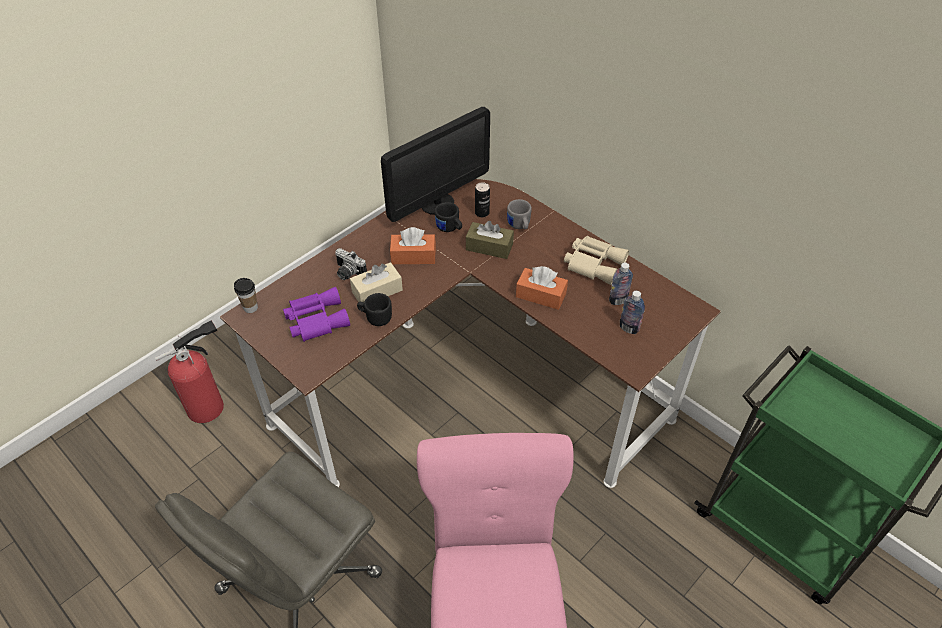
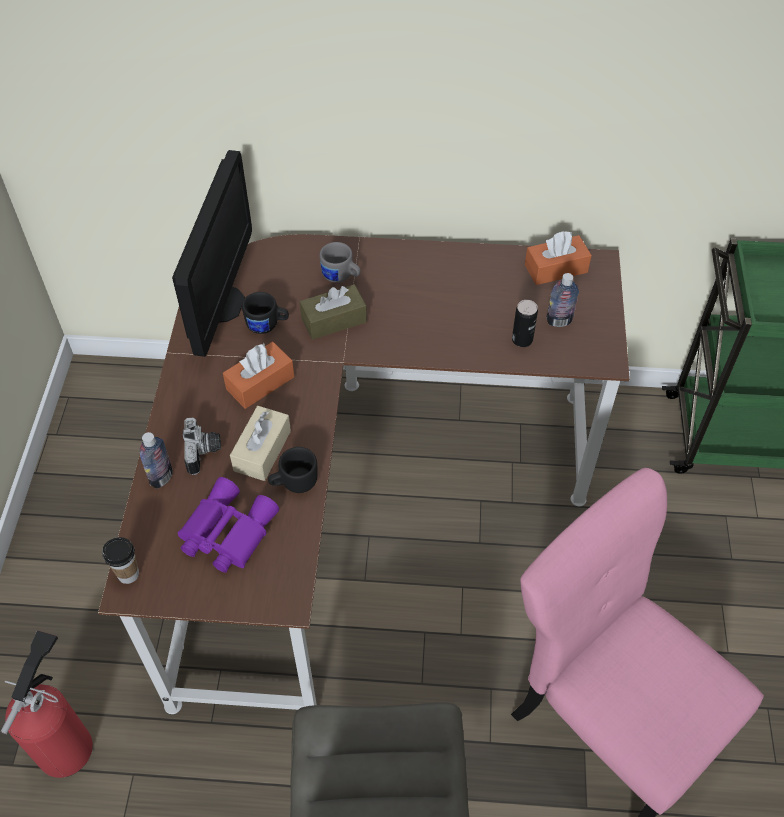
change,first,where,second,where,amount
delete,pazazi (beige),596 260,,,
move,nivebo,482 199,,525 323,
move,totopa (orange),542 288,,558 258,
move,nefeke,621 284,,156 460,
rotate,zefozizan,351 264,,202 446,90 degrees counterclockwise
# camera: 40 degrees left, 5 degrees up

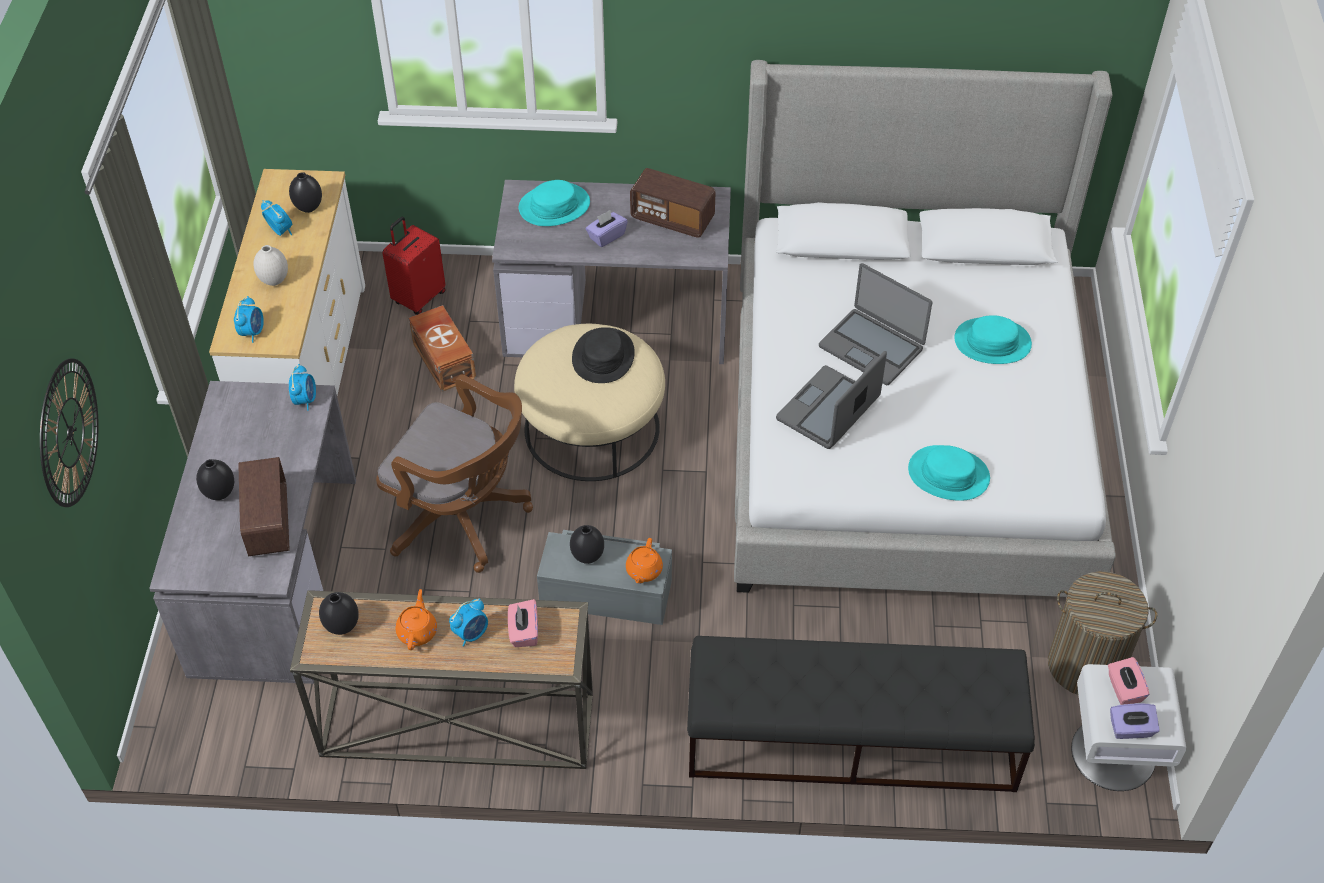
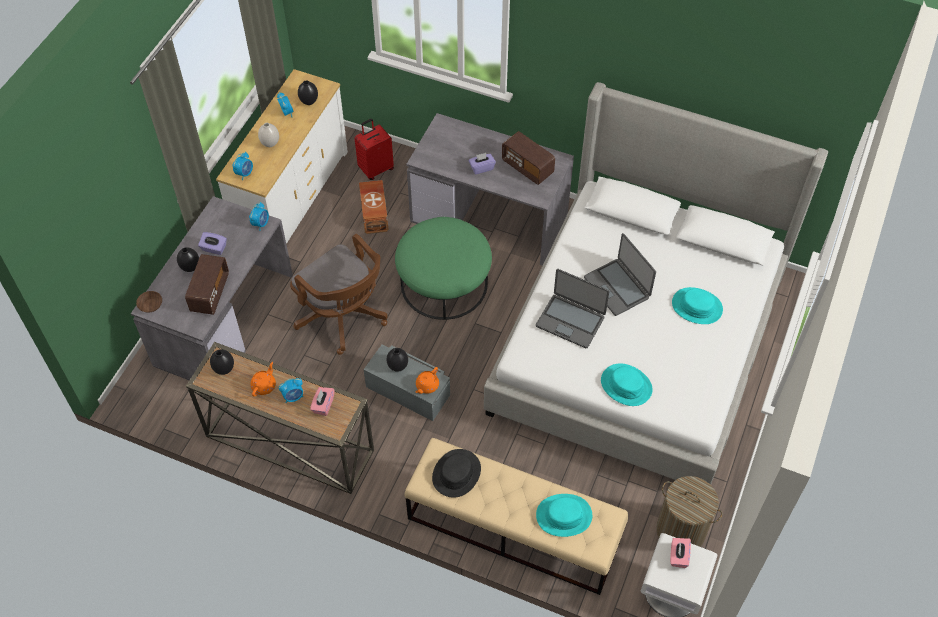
change,first,where,second,where,amount
delete,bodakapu,69 433,,,
insert,,,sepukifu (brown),149 302,
move,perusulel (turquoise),554 203,,564 515,
move,perusulel (black),603 355,,456 473,
move,totopa (purple),1135 721,,212 243,
recolor,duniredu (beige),589 402,duniredu (green),443 268,
recolor,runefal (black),861 714,runefal (beige),516 516,
rotate,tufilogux,831 400,,573 308,120 degrees counterclockwise
# camera: 20 degrees right, 5 degrees up

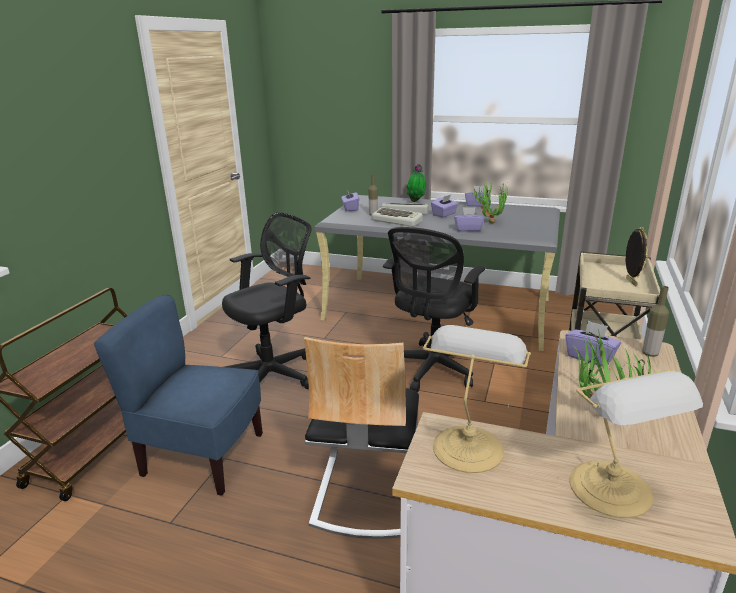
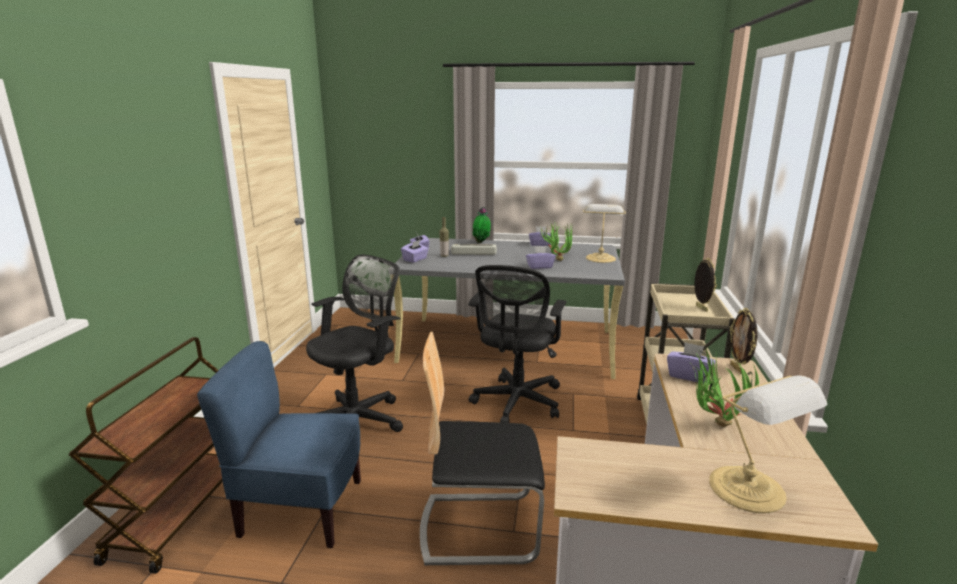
change,first,where,second,where,amount
delete,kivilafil,397 217,,,
move,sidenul,477 399,,604 233,
move,totopa (purple),444 206,,415 251,
replace,nefeke,655 321,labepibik,743 341,
rotate,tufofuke,361 438,,482 448,90 degrees clockwise
# camera: 10 degrees left, 5 degrees down

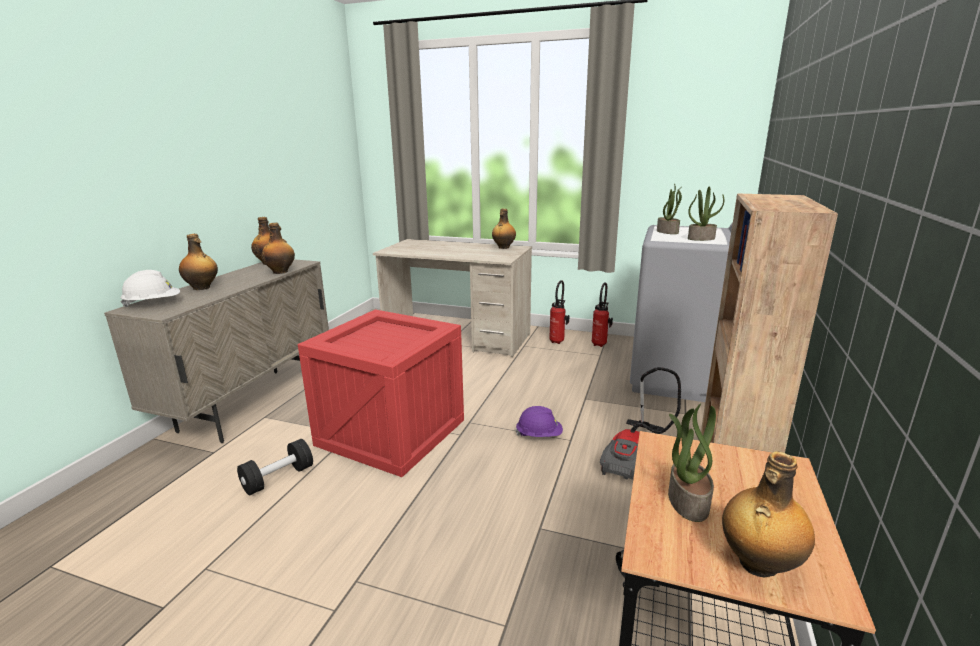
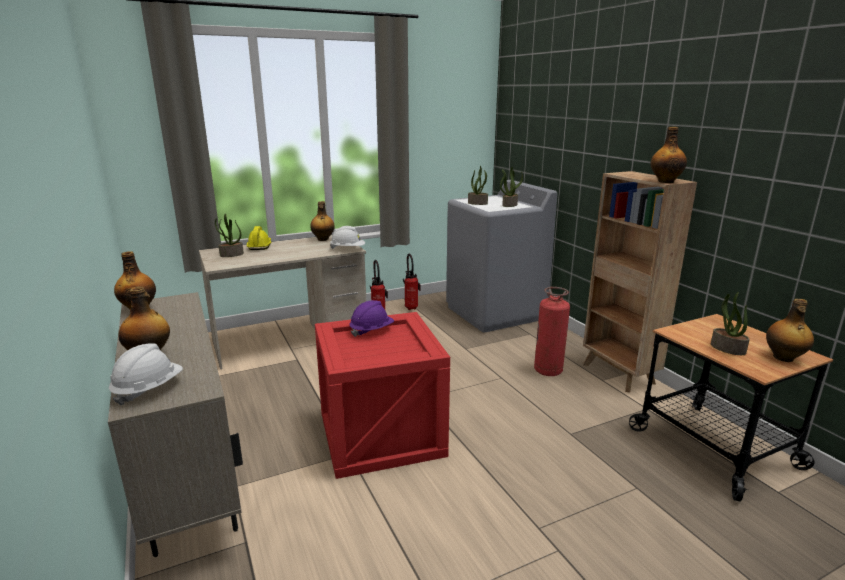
change,first,where,second,where,amount
delete,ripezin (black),275 467,,,
insert,,,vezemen,229 235,
insert,,,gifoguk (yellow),259 238,
insert,,,gifoguk (white),347 237,
move,nefeke,278 248,,669 155,
move,gifoguk (purple),539 421,,371 318,
replace,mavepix,640 423,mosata,552 331,
# camera: 45 degrees left, 0 degrees up

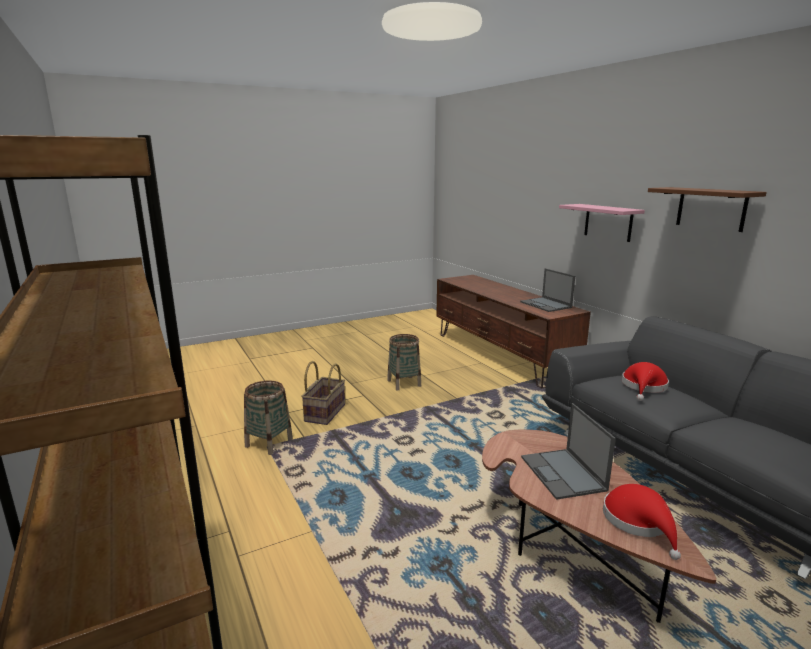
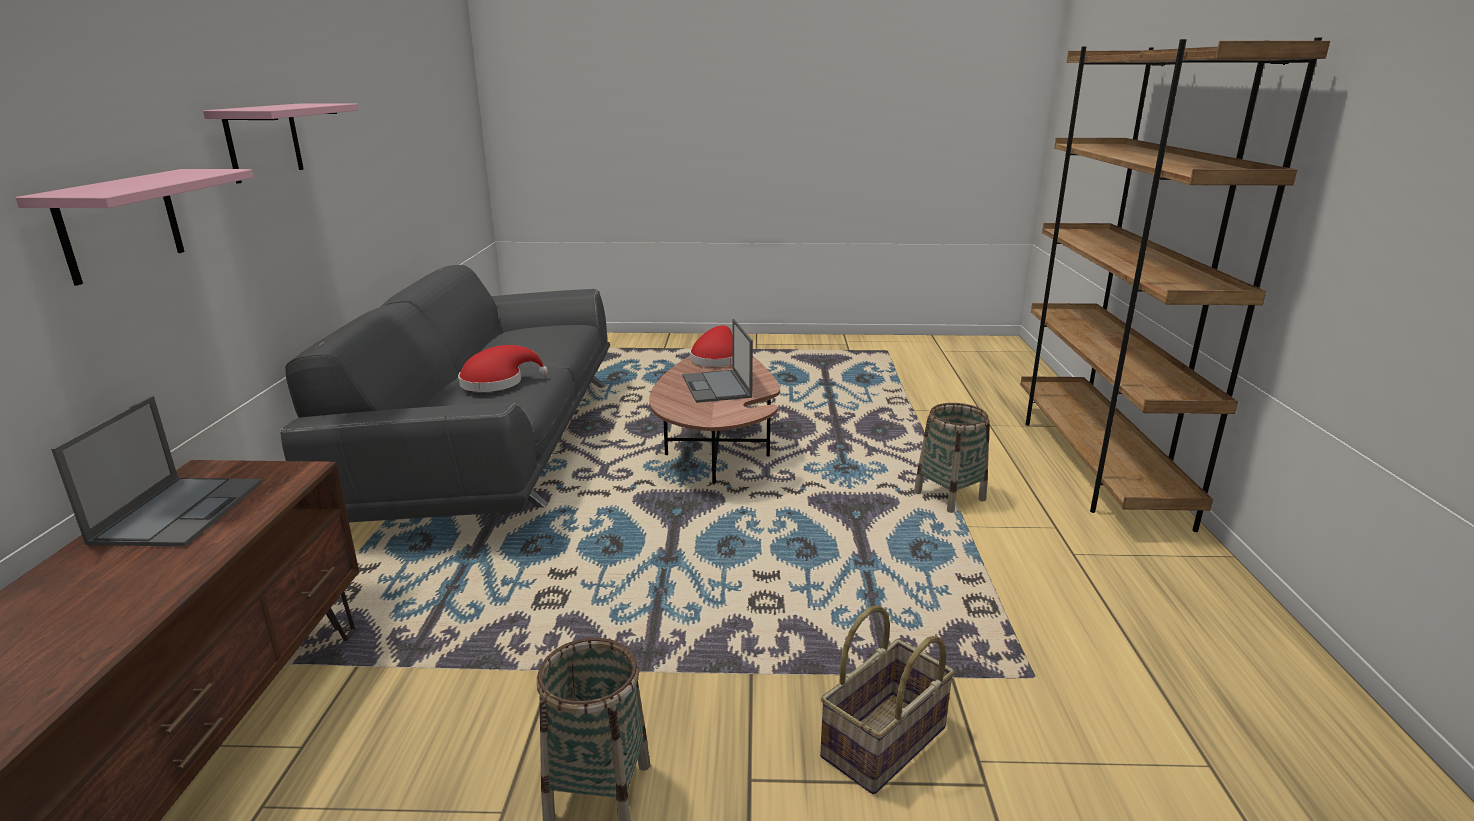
change,first,where,second,where,amount
move,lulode,268 418,,952 458,
recolor,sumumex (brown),707 209,sumumex (pink),281 143,
rotate,tufilogux,568 451,,717 361,150 degrees clockwise
# camera: 150 degrees left, 5 degrees up

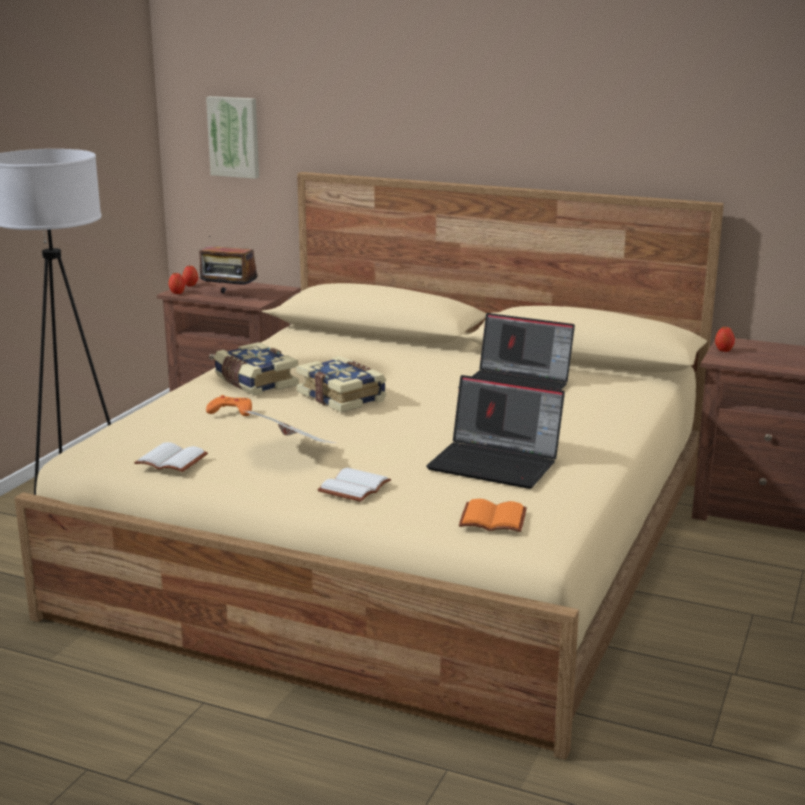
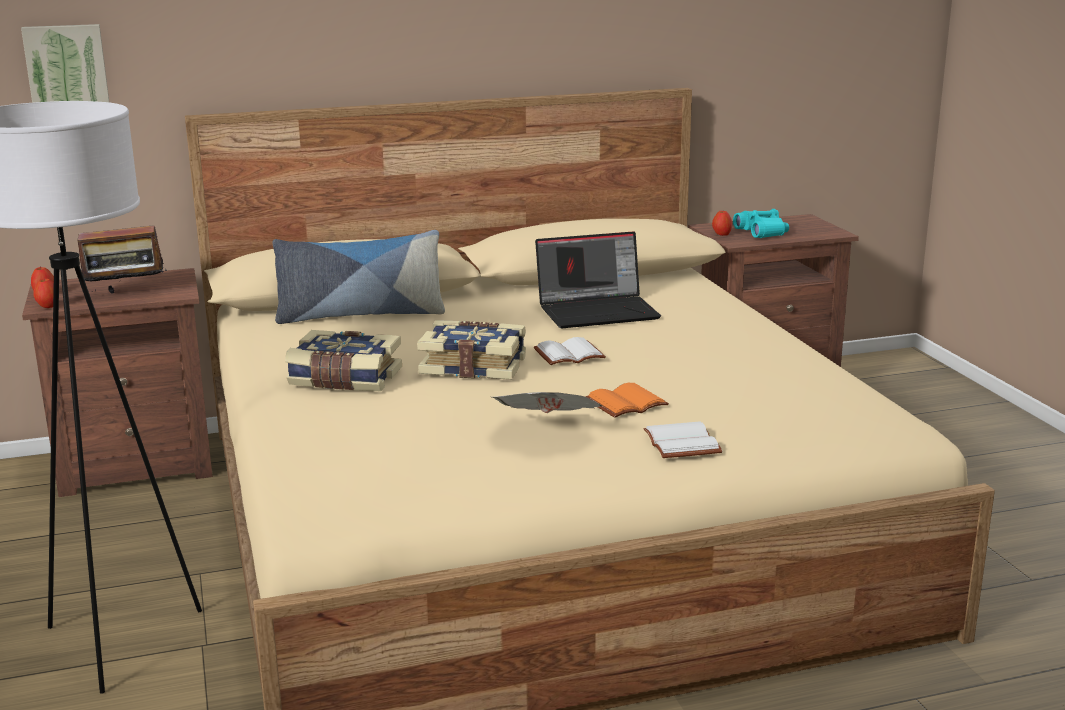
change,first,where,second,where,amount
delete,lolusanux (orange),229 405,,,
delete,tufilogux,495 432,,,
insert,,,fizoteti,358 277,
insert,,,pazazi (turquoise),761 223,
move,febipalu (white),171 457,,570 351,
move,febipalu (orange),493 515,,627 400,
# camera: 40 degrees left, 0 degrees up

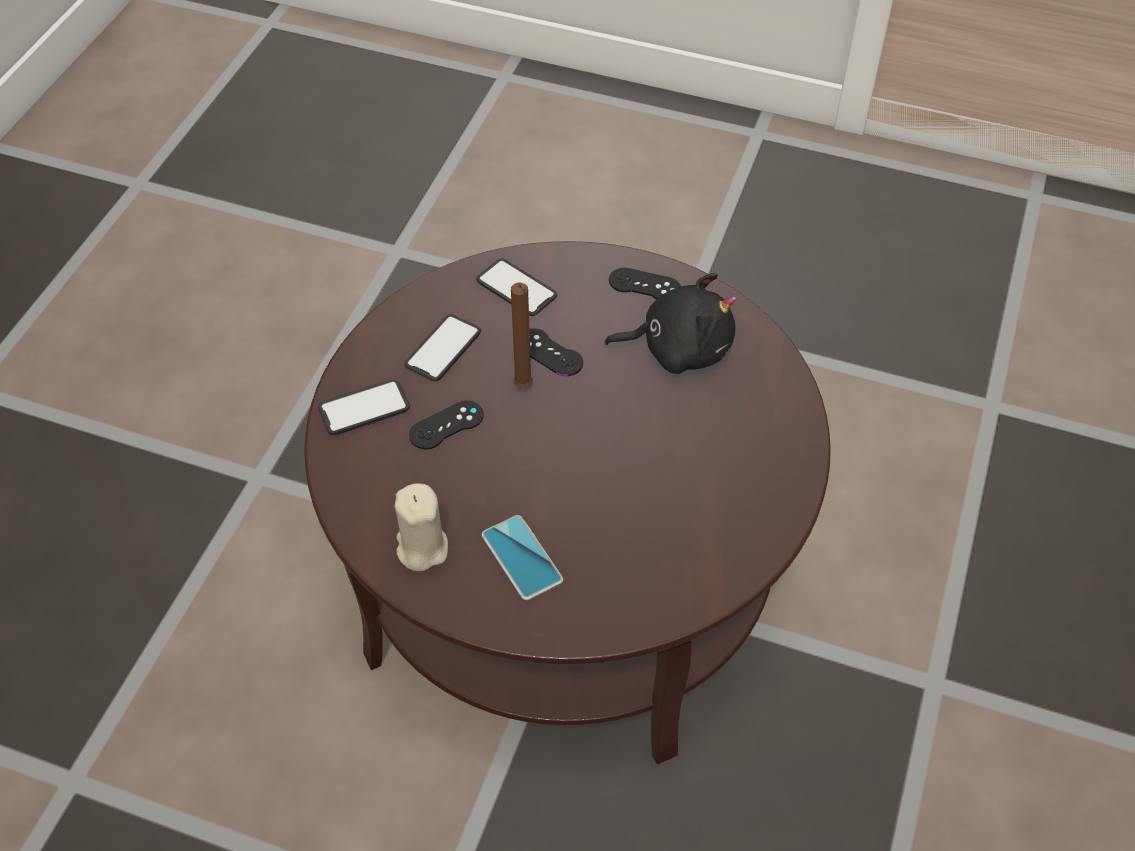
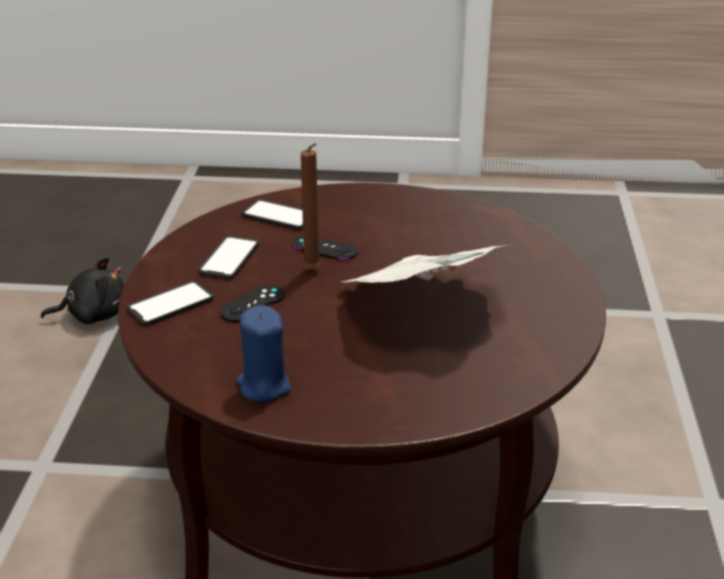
change,first,where,second,where,amount
delete,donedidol,522 557,,,
delete,lolusanux (black),645 283,,,
insert,,,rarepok,427 263,
move,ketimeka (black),670 323,,82 290,
recolor,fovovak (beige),421 527,fovovak (blue),263 353,
# camera: 15 degrees left, 20 degrees down

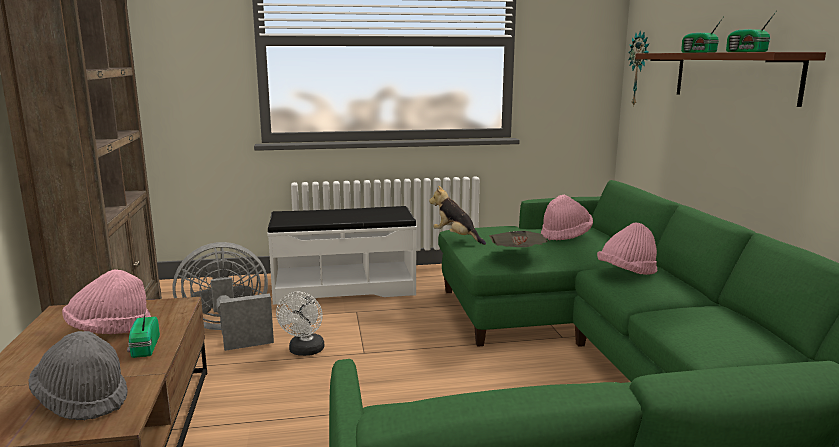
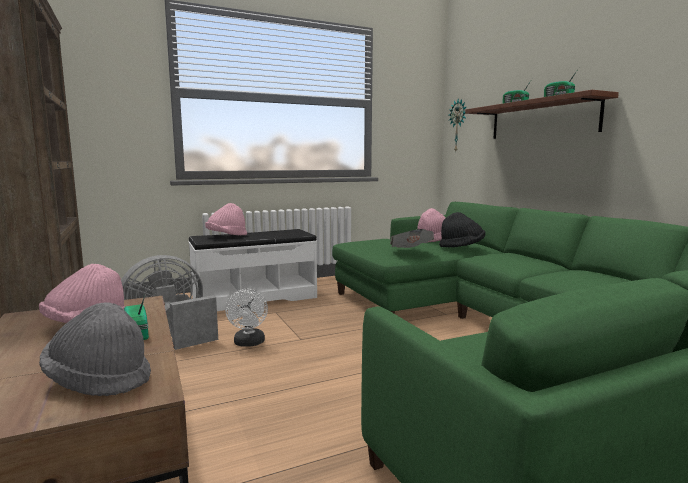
change,first,where,second,where,amount
delete,ketimeka,457 215,,,
insert,,,perusulel (black),462 230,
move,perusulel (pink),627 248,,226 219,
# camera: 15 degrees left, 5 degrees down

